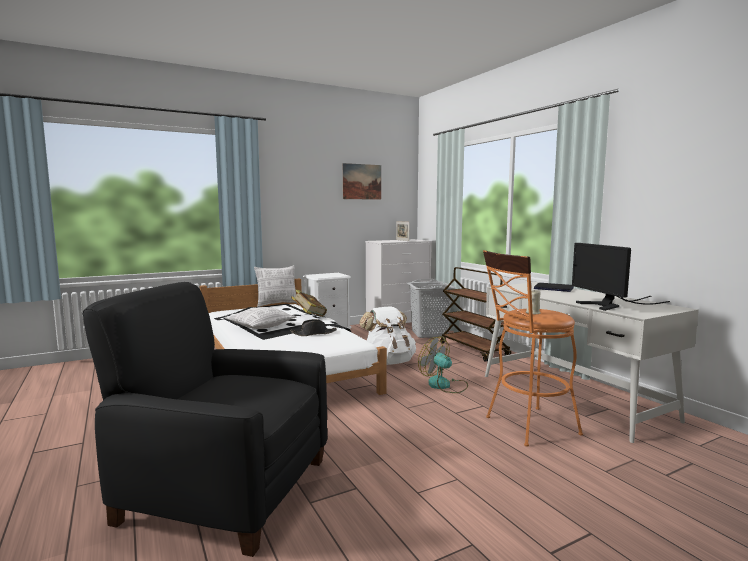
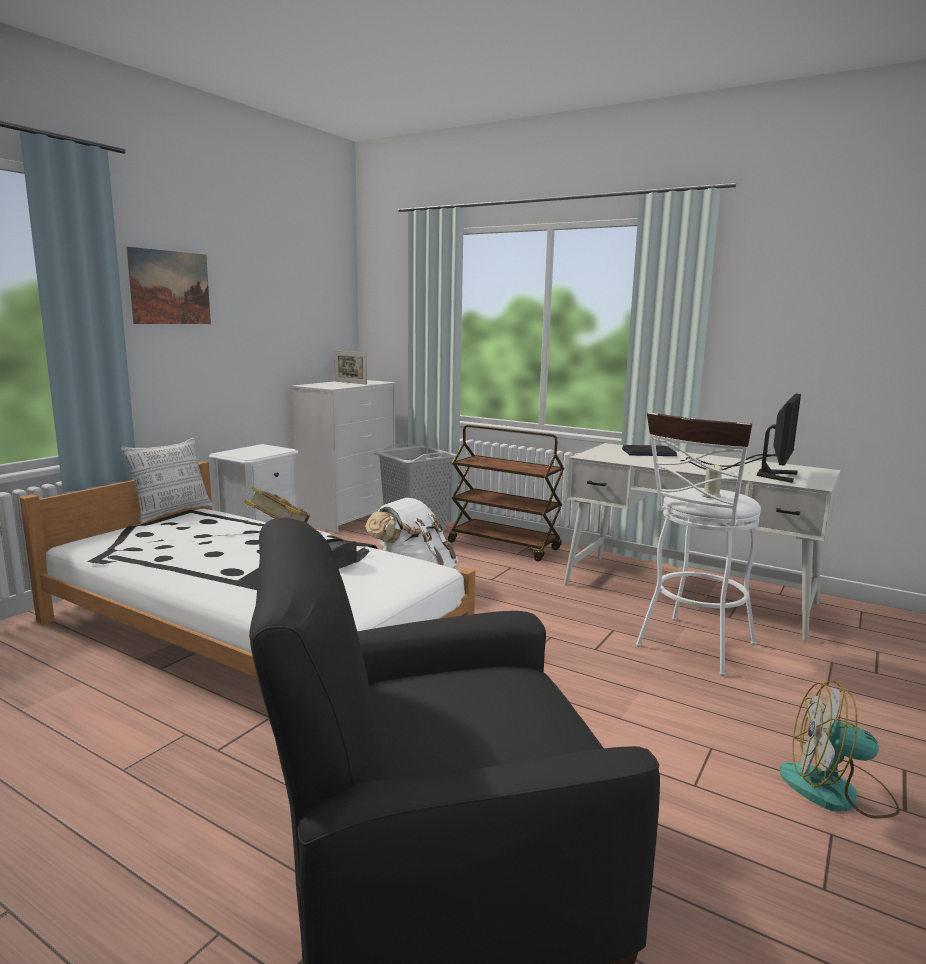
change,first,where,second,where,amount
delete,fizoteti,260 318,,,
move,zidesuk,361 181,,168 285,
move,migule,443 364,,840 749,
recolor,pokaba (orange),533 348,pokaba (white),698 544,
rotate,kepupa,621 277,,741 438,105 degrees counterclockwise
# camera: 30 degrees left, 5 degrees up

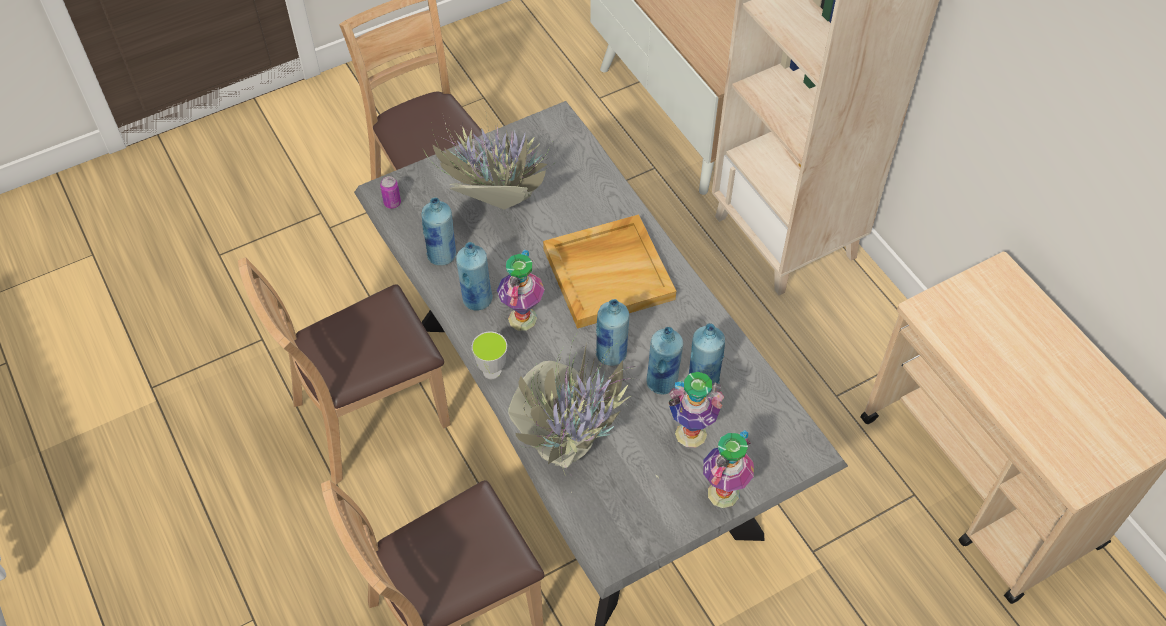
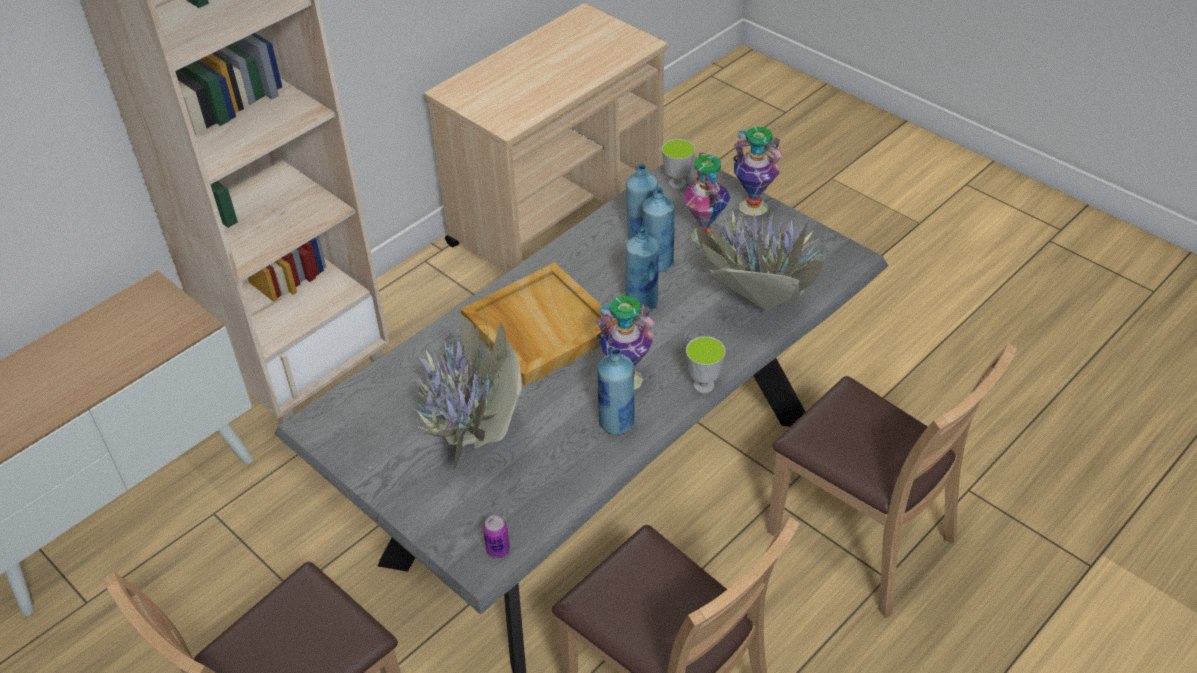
change,first,where,second,where,amount
delete,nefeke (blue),438 231,,,
insert,,,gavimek,678 164,
# camera: 105 degrees left, 10 degrees down

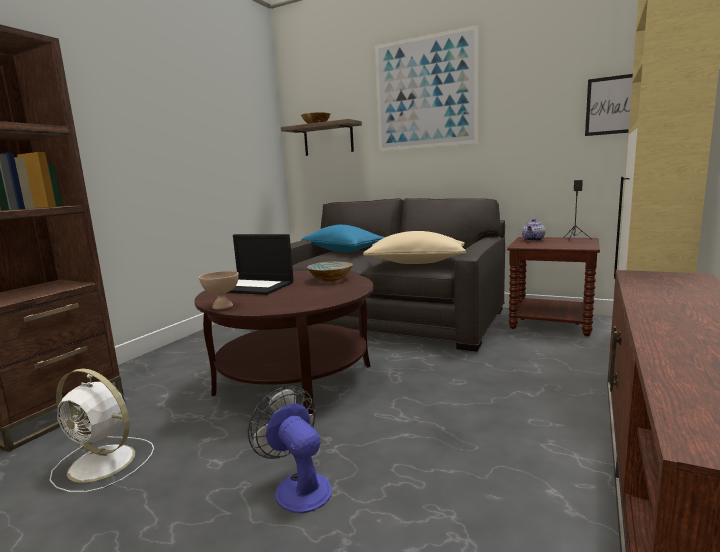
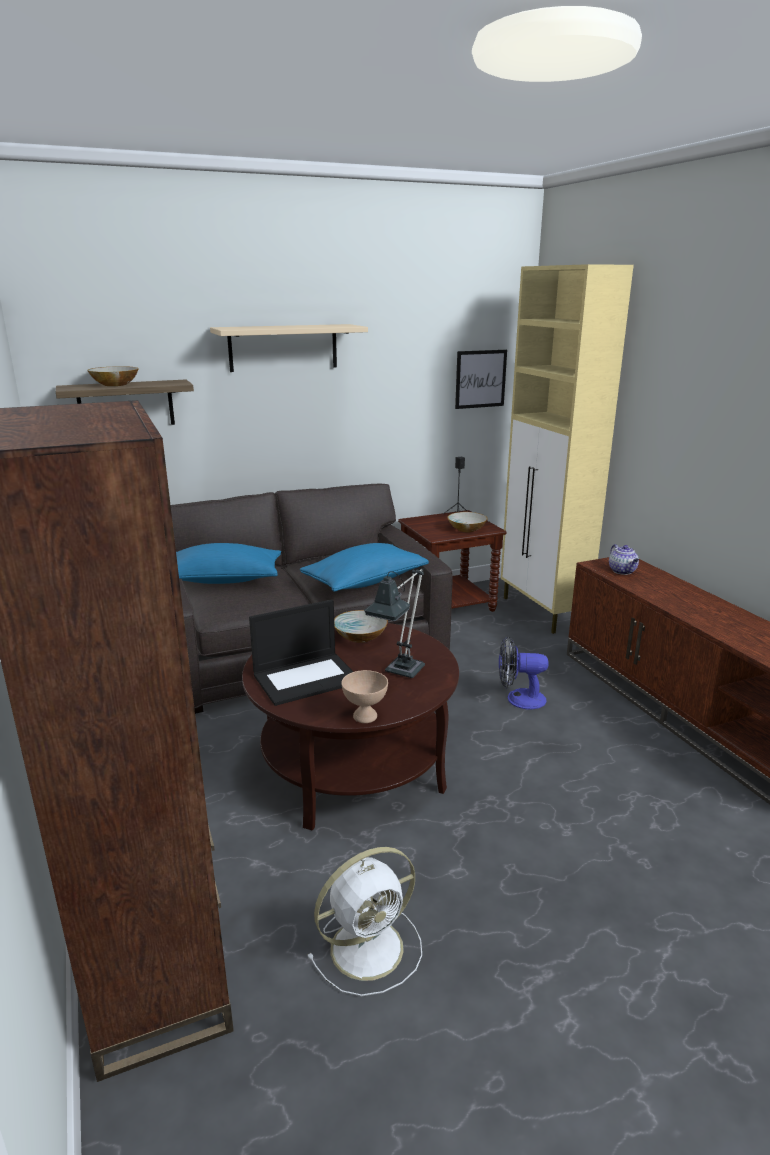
change,first,where,second,where,amount
insert,,,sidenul,394 623,
insert,,,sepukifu,467 522,
move,migule,290 449,,524 673,
move,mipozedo,533 230,,624 559,
replace,zidesuk,427 88,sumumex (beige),289 348,
recolor,fizoteti (beige),414 247,fizoteti (blue),364 567,
# camera: 50 degrees left, 10 degrees up

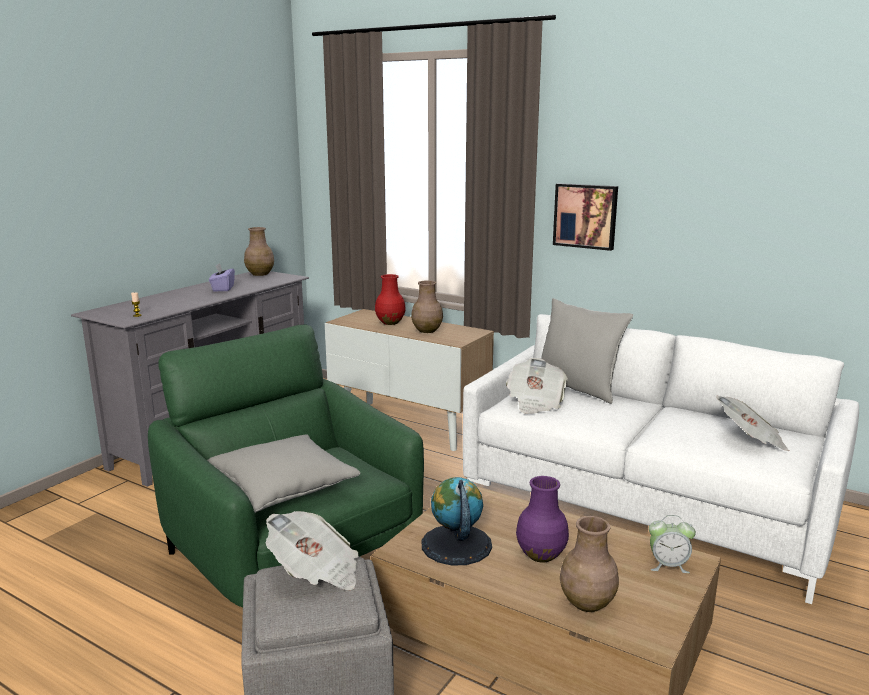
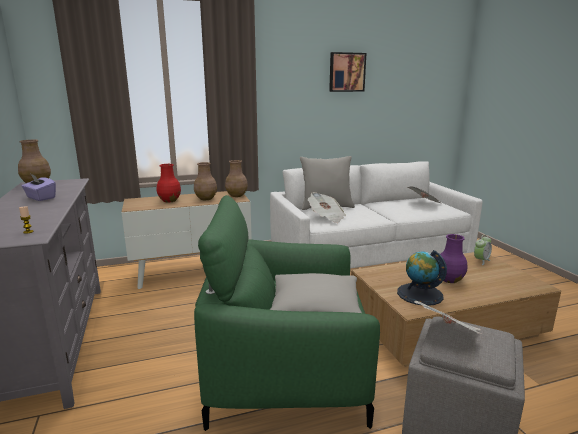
change,first,where,second,where,amount
move,zidesuk,585 217,,347 72,
move,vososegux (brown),589 564,,236 178,
# camera: 50 degrees left, 0 degrees up

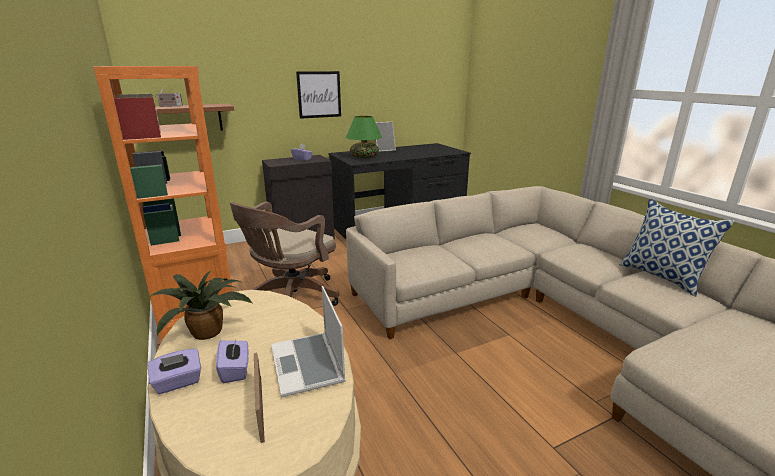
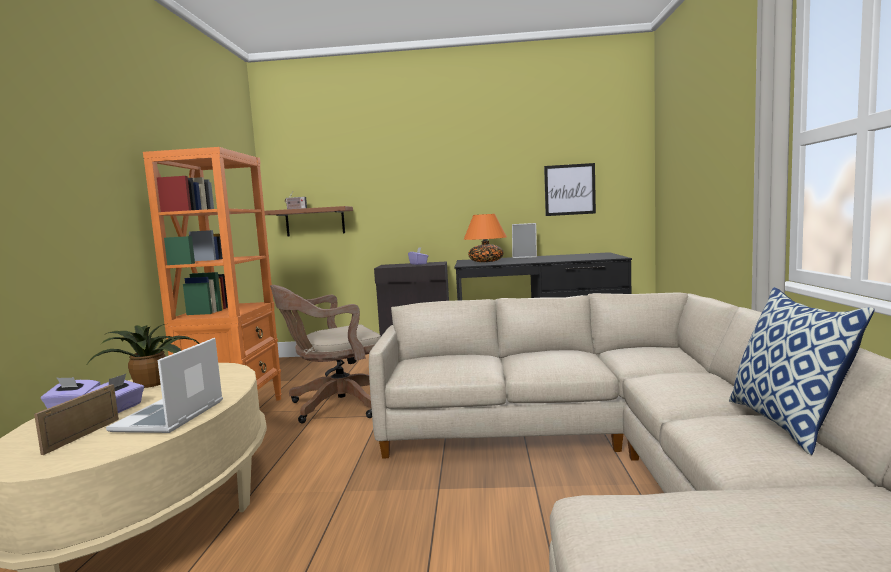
change,first,where,second,where,amount
move,zidesuk,318 95,,570 189,
recolor,sidenul (green),364 137,sidenul (orange),485 238,
# camera: 30 degrees right, 15 degrees down

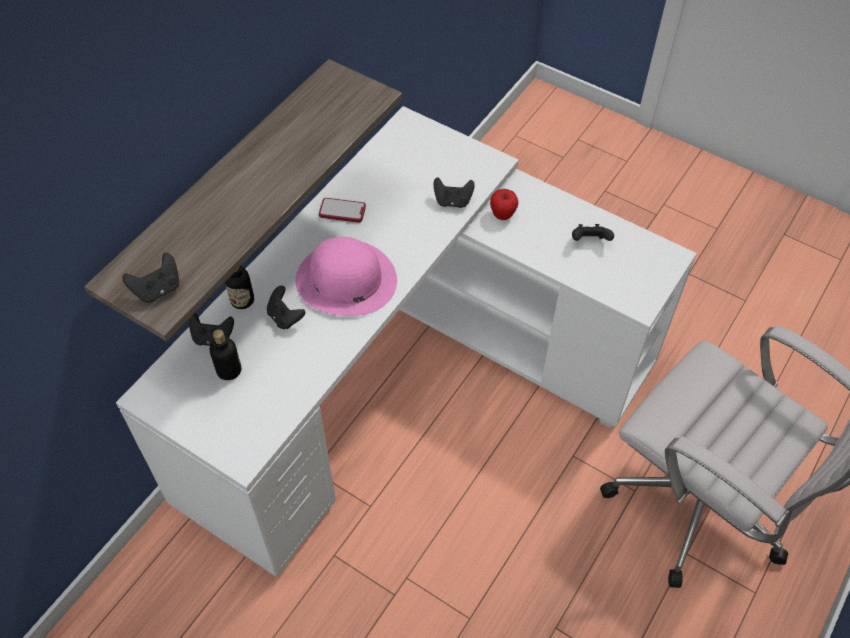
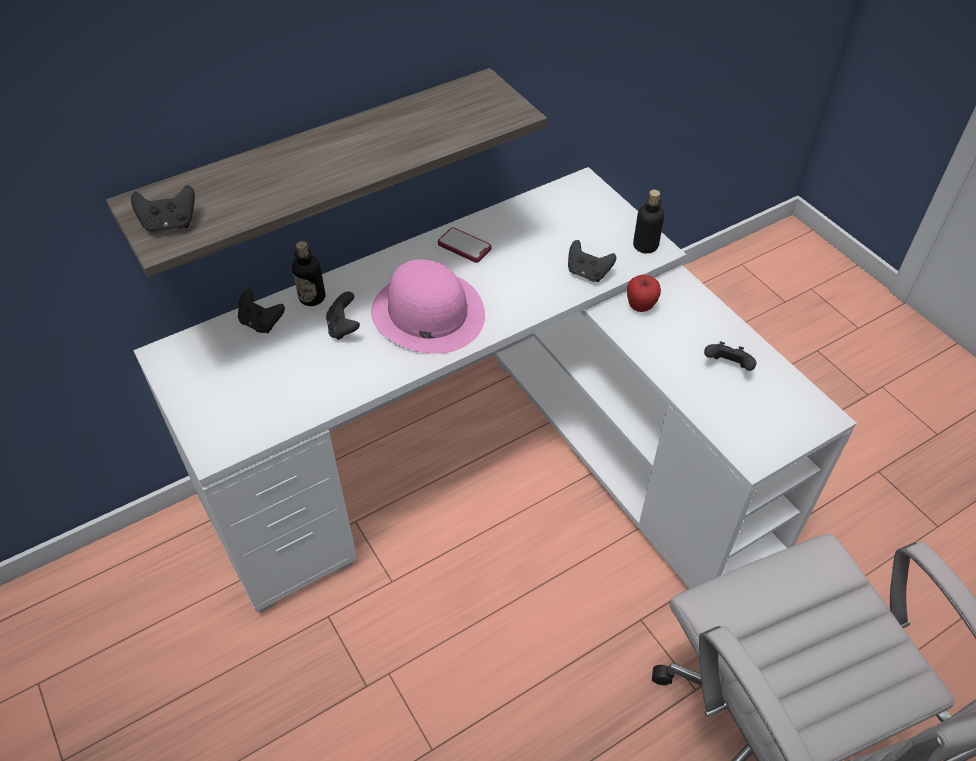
change,first,where,second,where,amount
move,nefeke,225 354,,648 221,
# camera: 25 degrees right, 5 degrees down

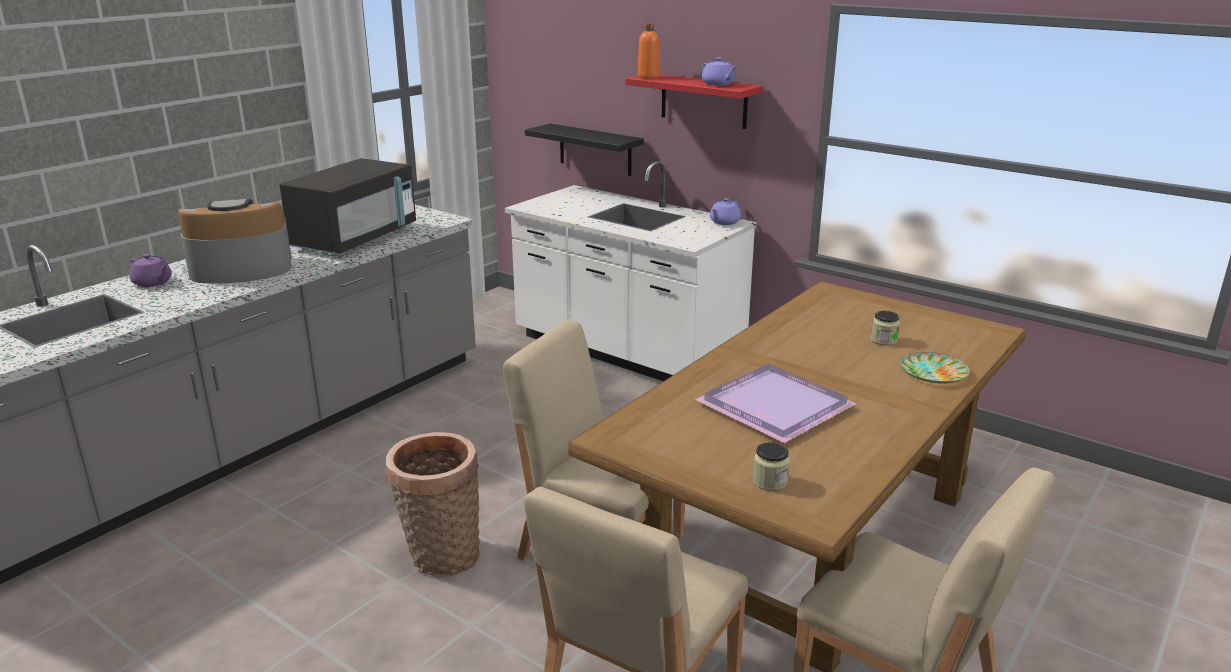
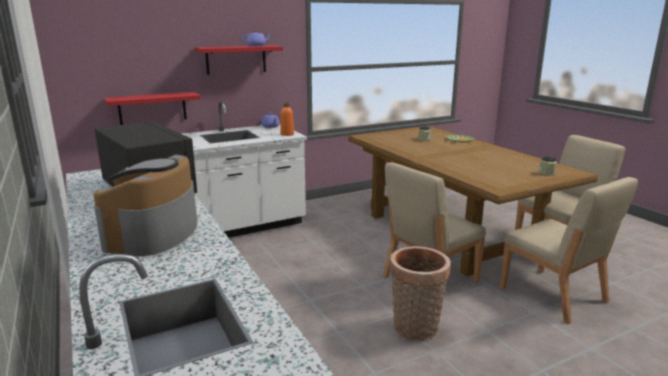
change,first,where,second,where,amount
delete,mipozedo (purple),150 270,,,
delete,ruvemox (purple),775 403,,,
move,nefeke (orange),648 51,,287 119,
recolor,sumumex (black),584 150,sumumex (red),153 108,
# camera: 65 degrees left, 5 degrees down

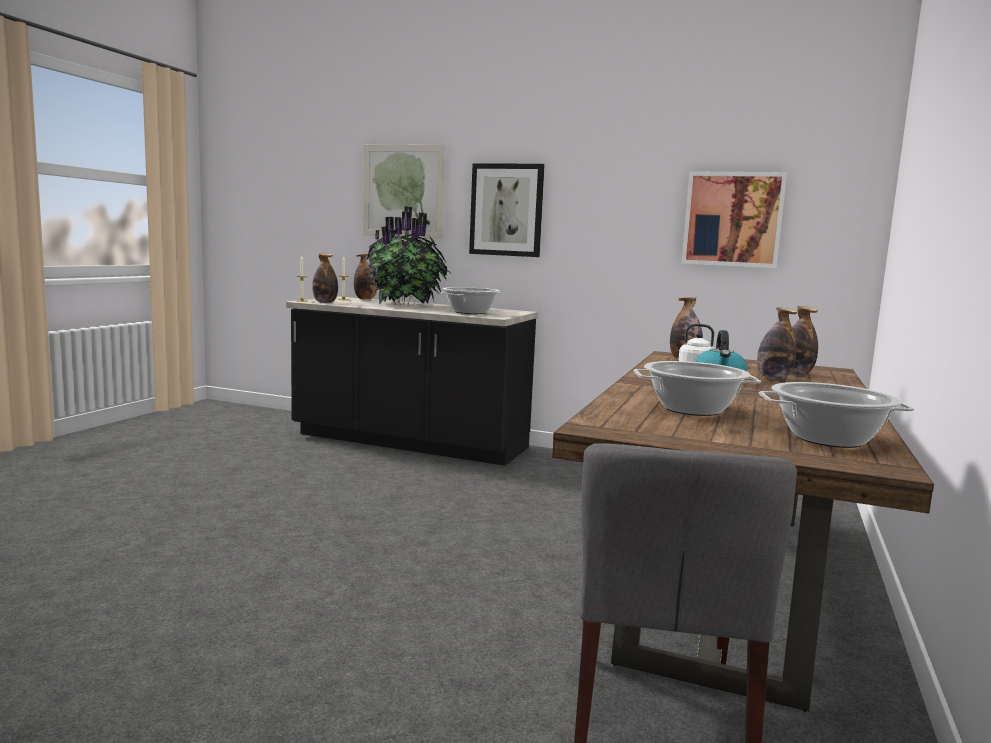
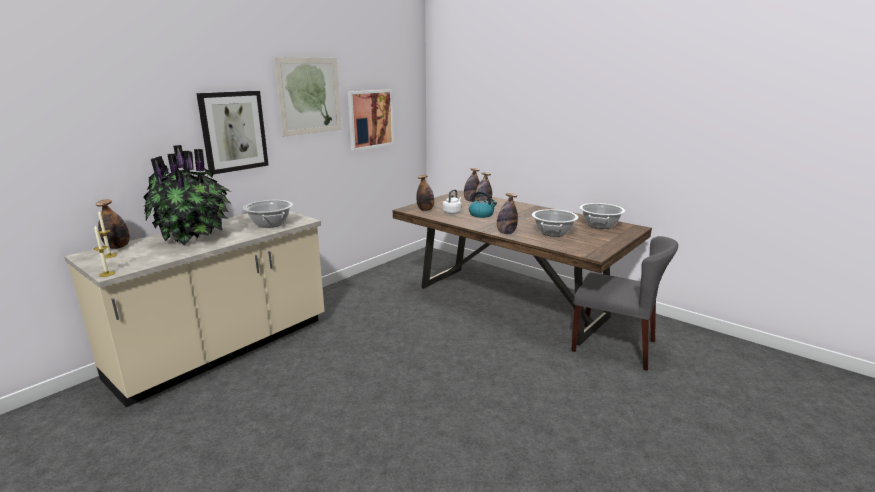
change,first,where,second,where,amount
move,nefeke,325 278,,507 213,
move,zidesuk,404 191,,307 97,
recolor,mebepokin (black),412 381,mebepokin (beige),194 309,
# camera: 70 degrees left, 10 degrees up

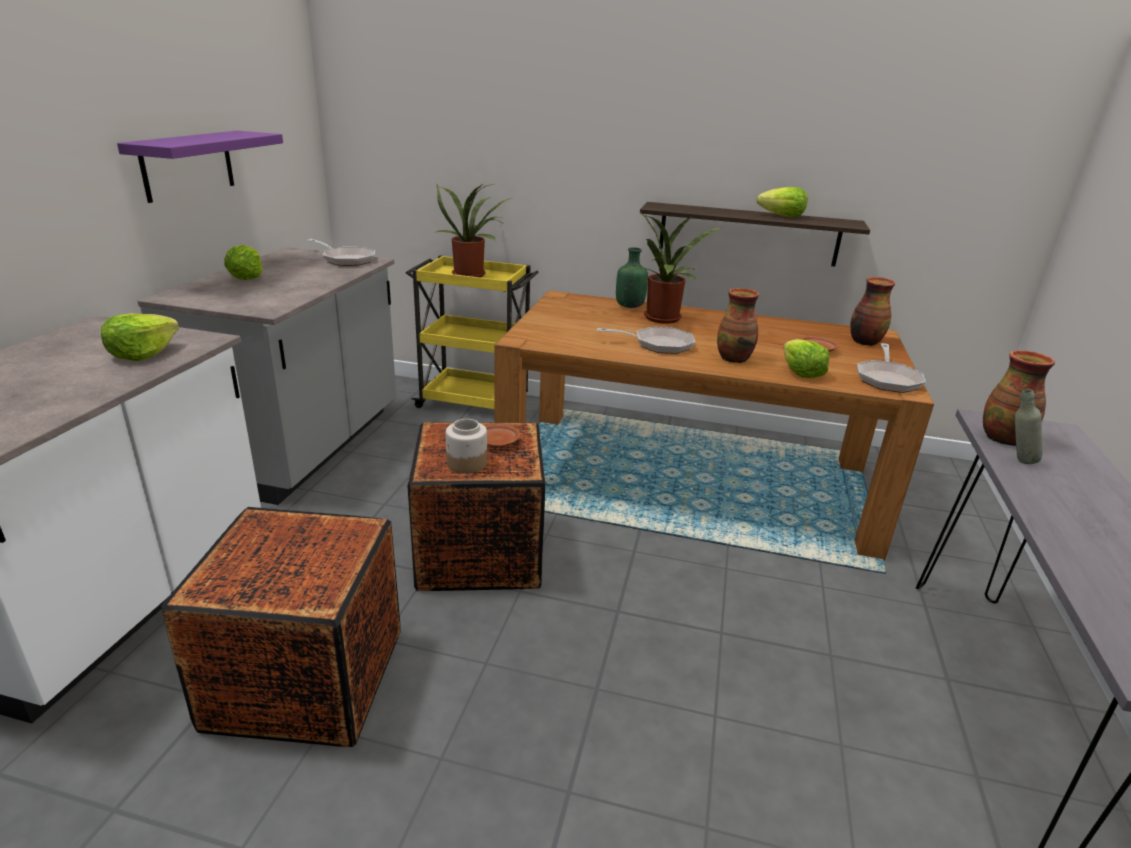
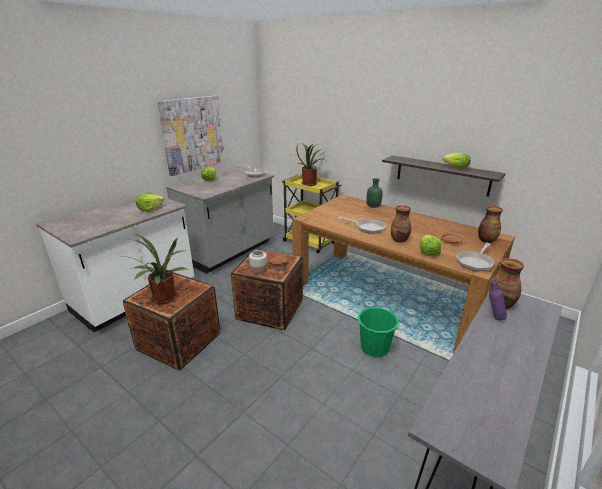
change,first,where,second,where,amount
insert,,,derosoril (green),378 332,
move,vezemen,672 268,,154 269,
replace,sumumex (purple),200 167,zidesuk,191 135,
recolor,nefeke (grey),1028 426,nefeke (purple),498 299,
# camera: 25 degrees right, 0 degrees up

